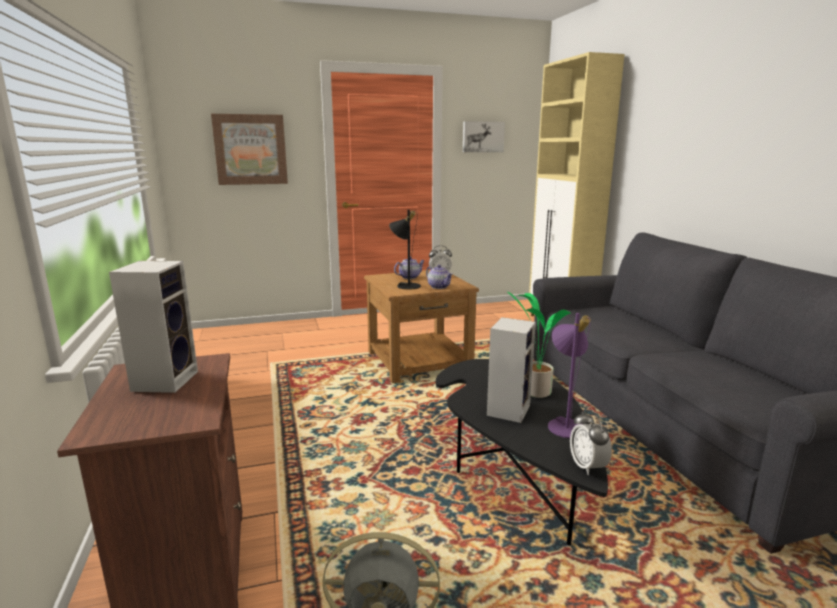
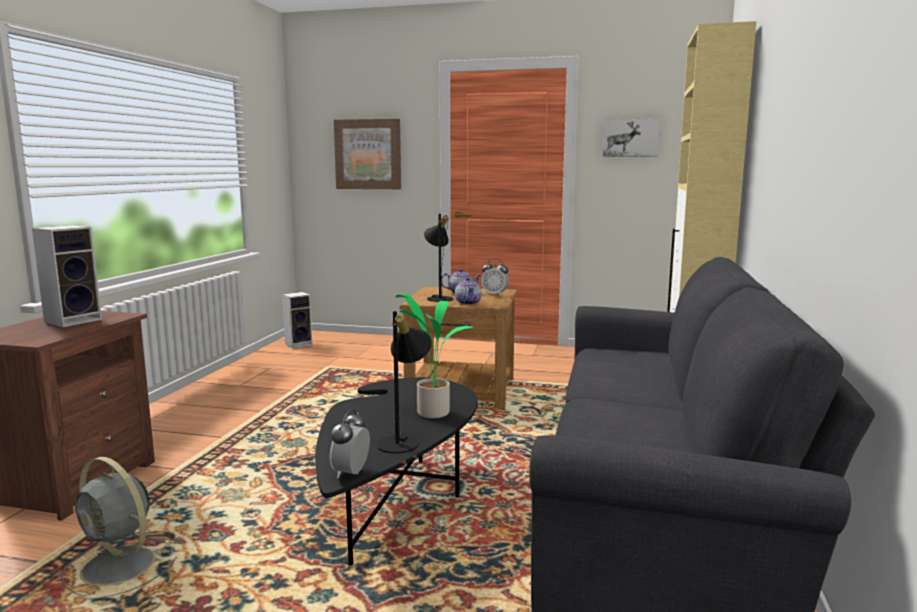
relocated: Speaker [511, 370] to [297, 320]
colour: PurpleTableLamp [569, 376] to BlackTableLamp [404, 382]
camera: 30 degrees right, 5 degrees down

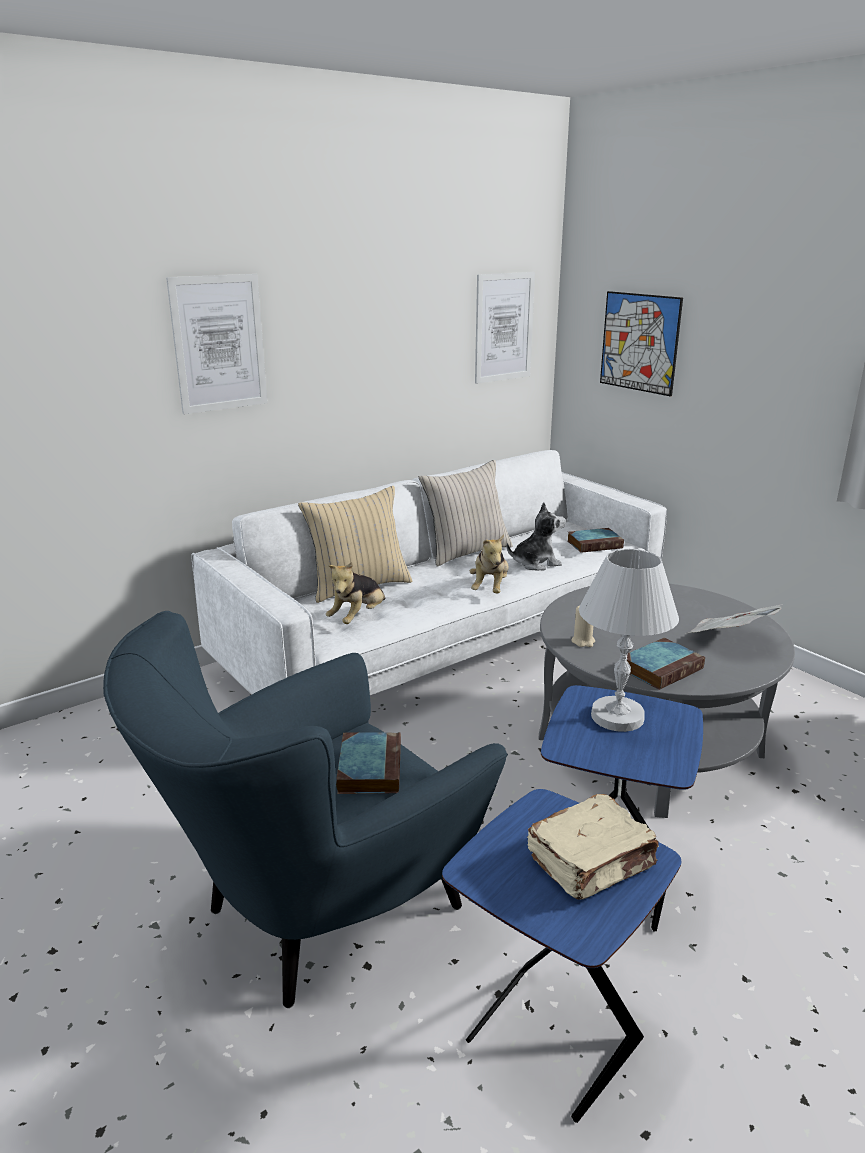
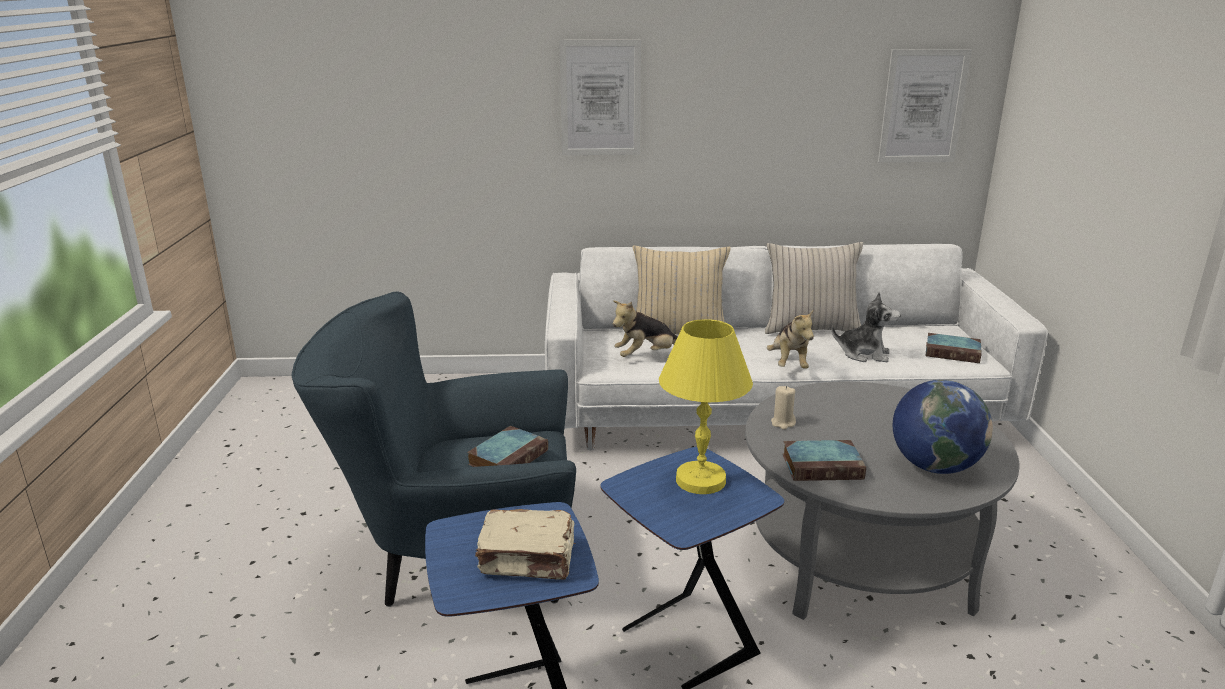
missing: Picture [641, 344]
exchanged: Newspaper [735, 618] to Globe [943, 427]
colour: WhiteTableLamp [629, 640] to YellowTableLamp [706, 406]
spun: PlushToy [489, 564] = [790, 339] 45 degrees counterclockwise
camera: 35 degrees right, 0 degrees up

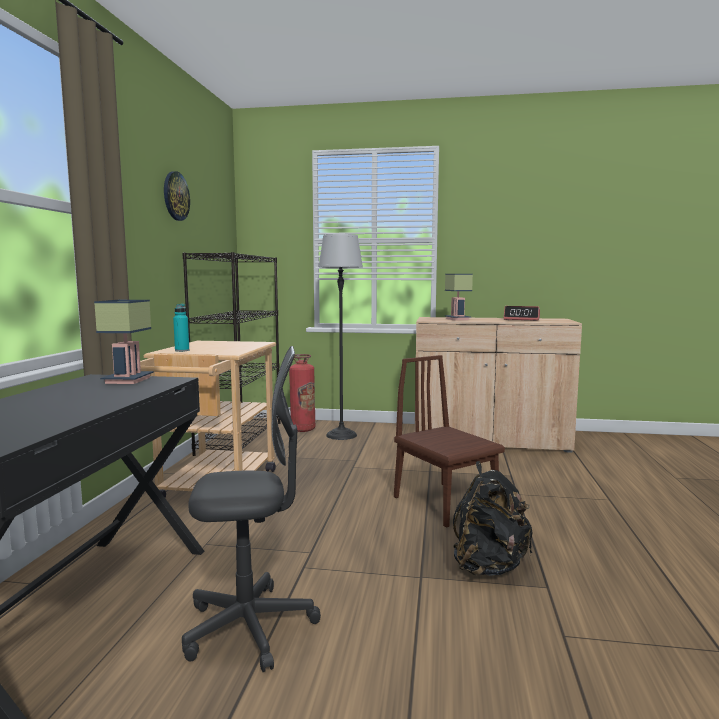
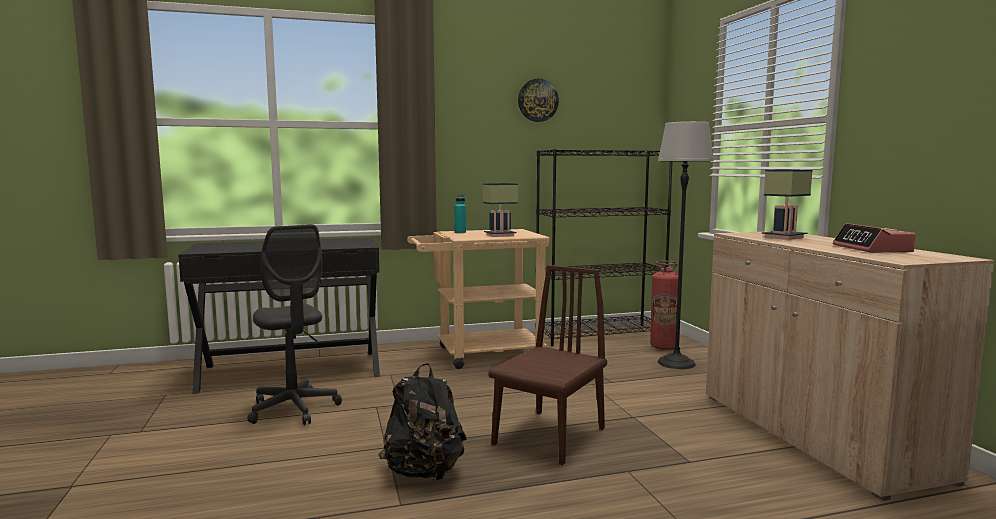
relocated: TableLamp [124, 342] to [500, 210]
camera: 65 degrees right, 0 degrees up

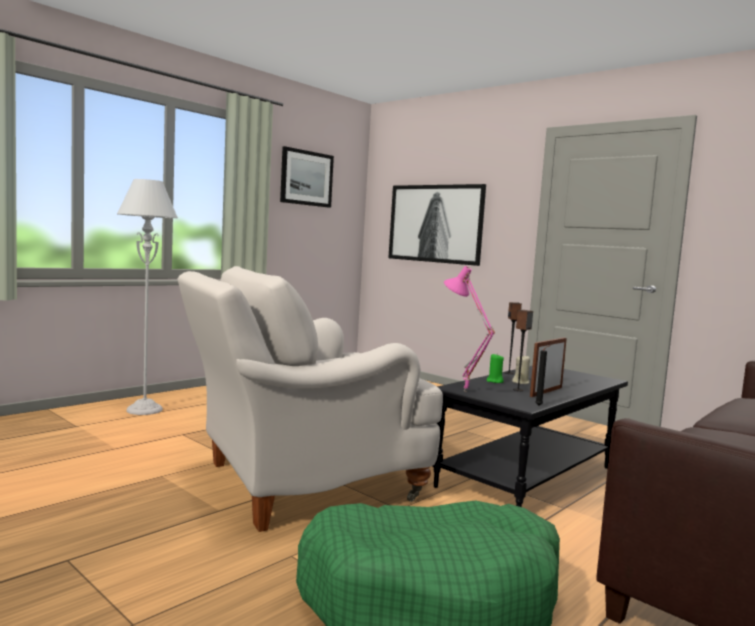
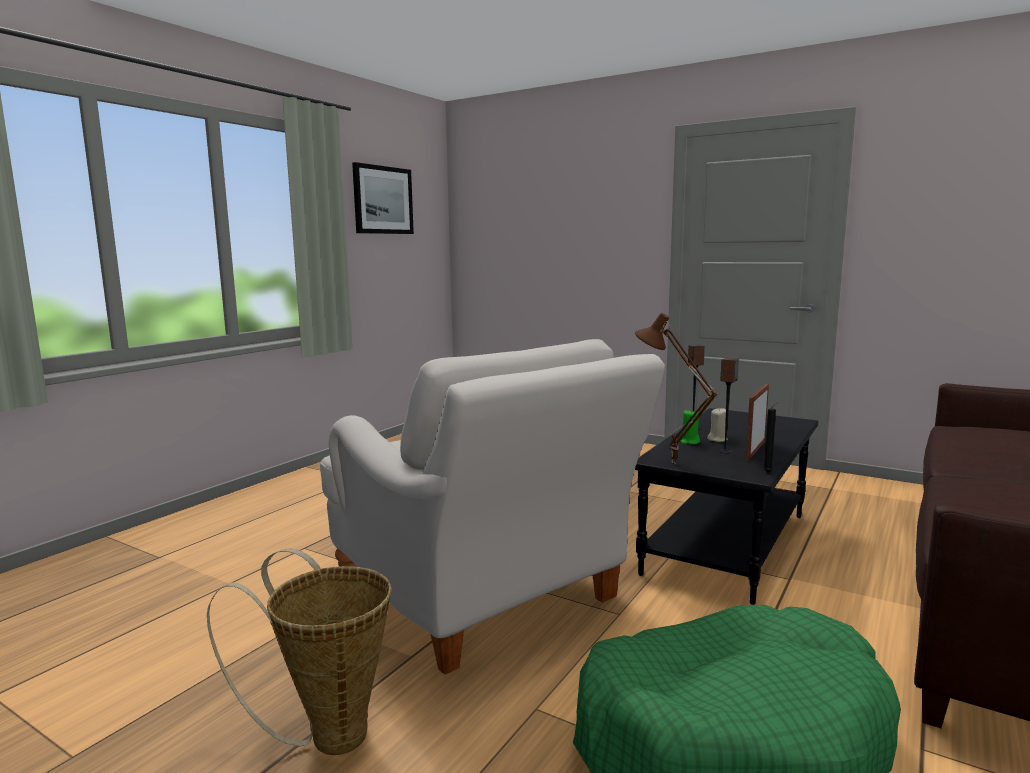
missing: GreyFloorLamp [147, 297]; Picture [437, 225]
appeared: Basket [299, 651]
colour: PinkTableLamp [469, 329] to BrownTableLamp [676, 388]
spun: WhiteArmchair [310, 399] = [492, 507] 90 degrees counterclockwise
camera: 10 degrees left, 5 degrees up

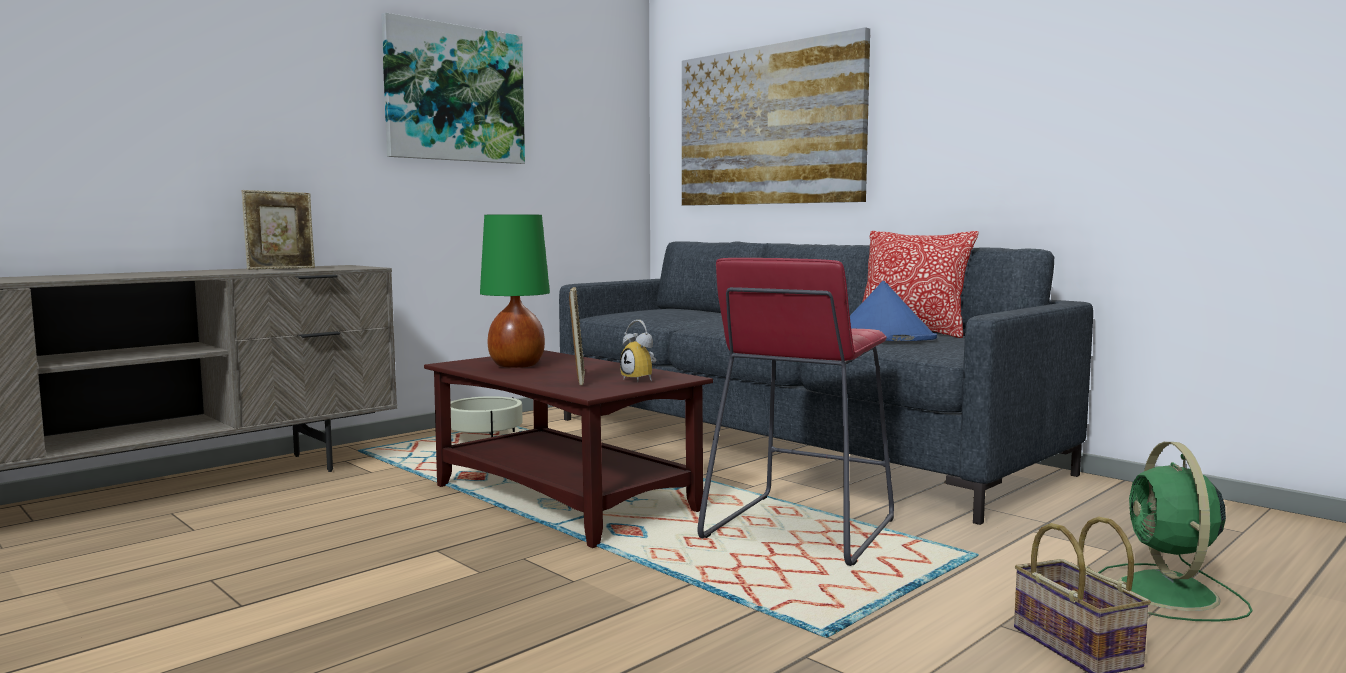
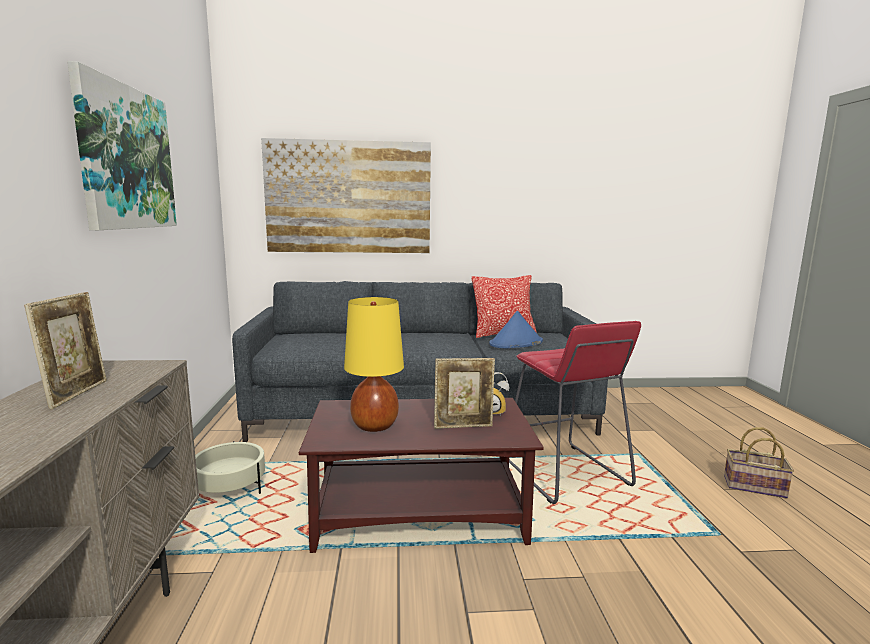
missing: GreenFan [1175, 531]
colour: GreenTableLamp [515, 291] to YellowTableLamp [374, 364]
spun: PictureFrame [577, 336] = [464, 393] 135 degrees clockwise
camera: 50 degrees left, 5 degrees up

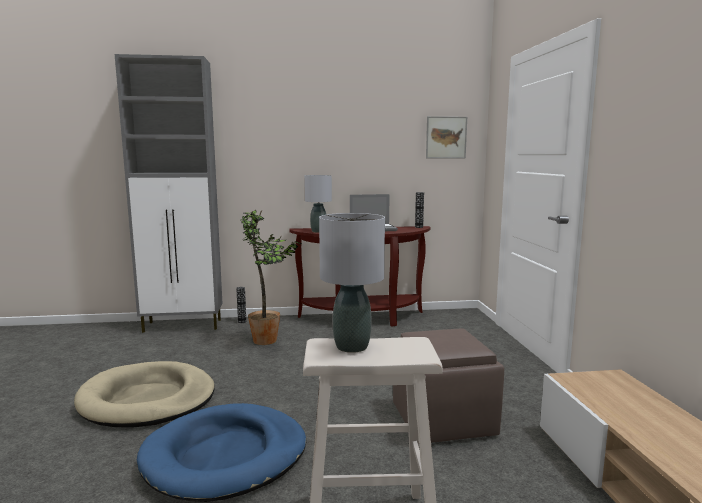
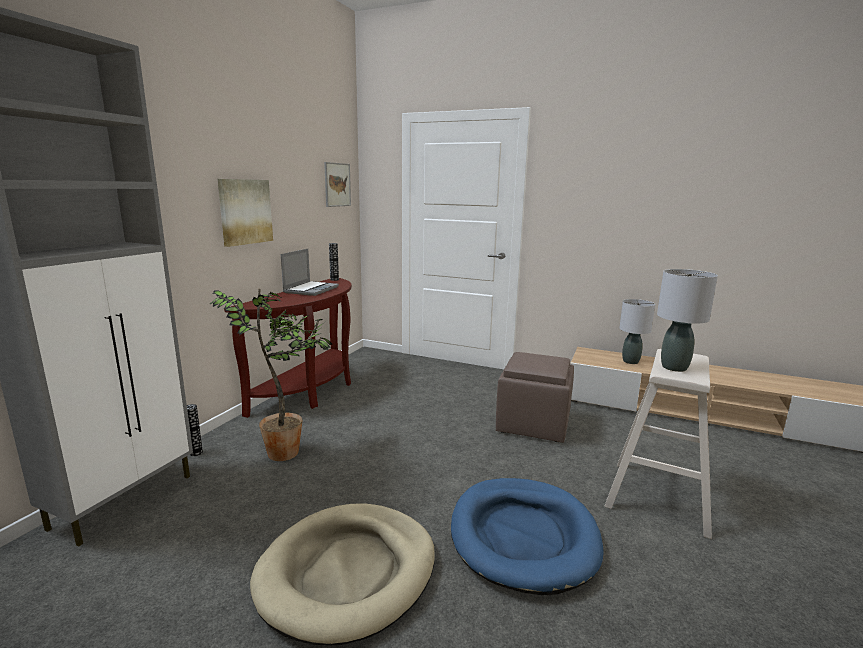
appeared: Picture [245, 213]
relocated: GreyTableLamp [318, 204] to [637, 331]
camera: 60 degrees left, 5 degrees up

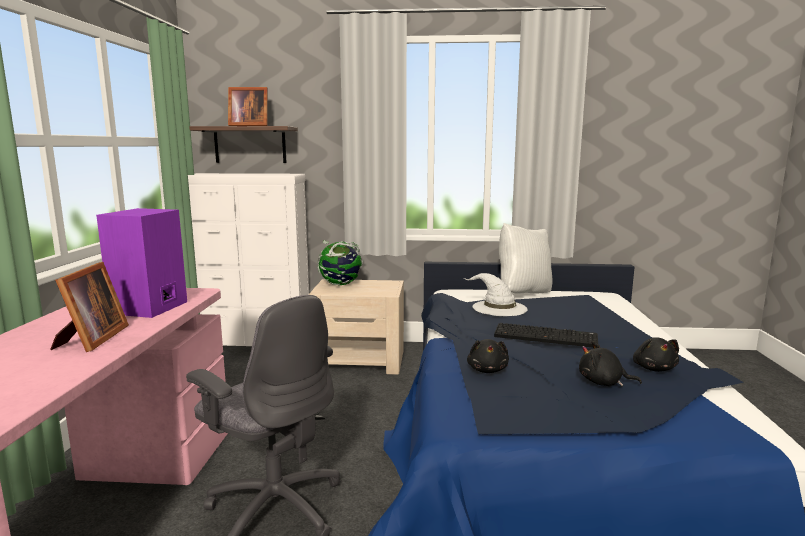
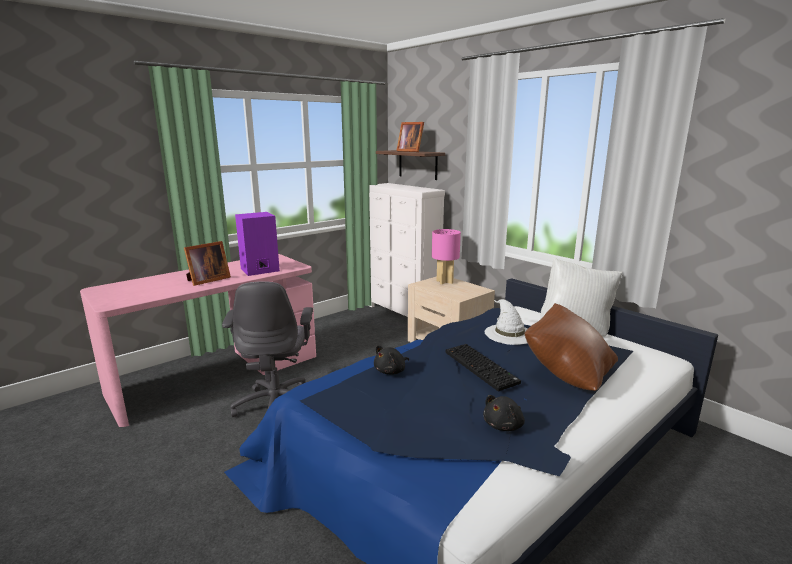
missing: BlackPlushToy [610, 364]
appeared: BrownPillow [571, 347]
exchanged: Globe [340, 262] to PinkTableLamp [446, 257]
camera: 45 degrees right, 5 degrees up

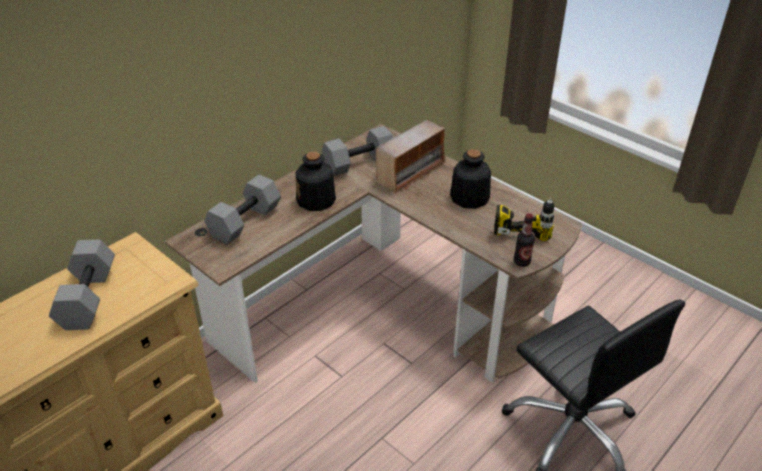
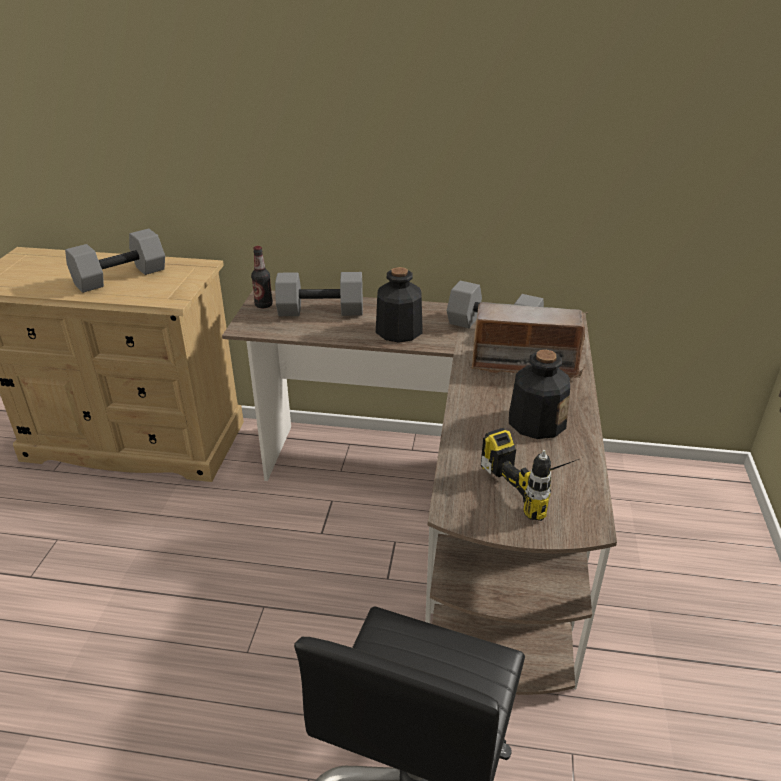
relocated: Bottle [524, 240] to [262, 277]
camera: 55 degrees right, 5 degrees down

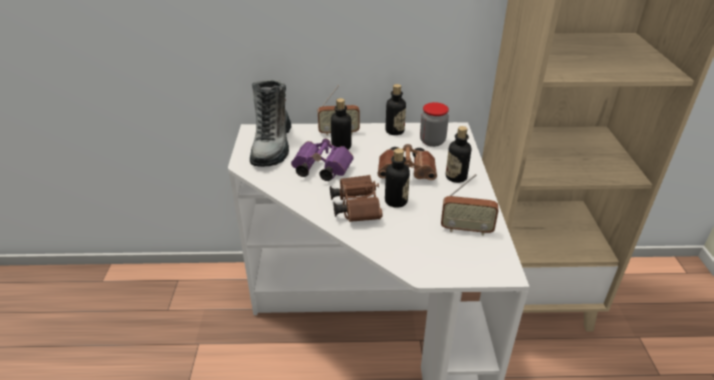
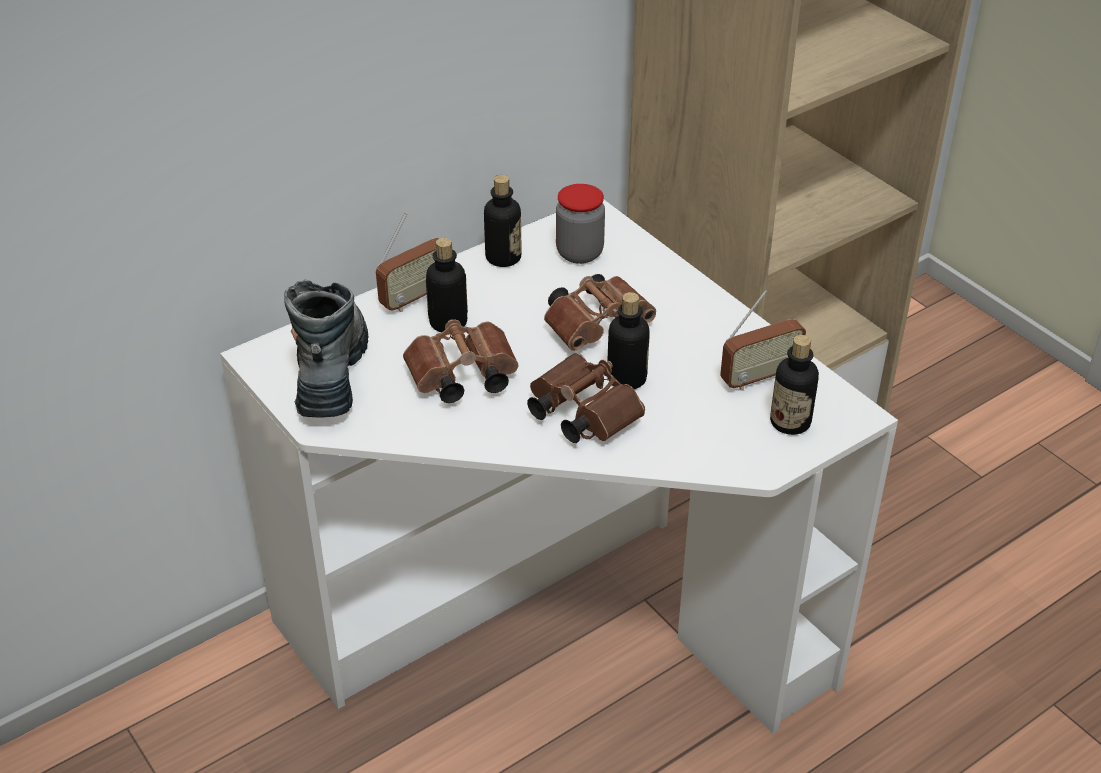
relocated: Bottle [458, 154] to [794, 385]
colour: PurpleBinoculars [322, 160] to BrownBinoculars [461, 361]
spun: Boot [271, 123] = [326, 348] 150 degrees counterclockwise
camera: 35 degrees left, 5 degrees up

